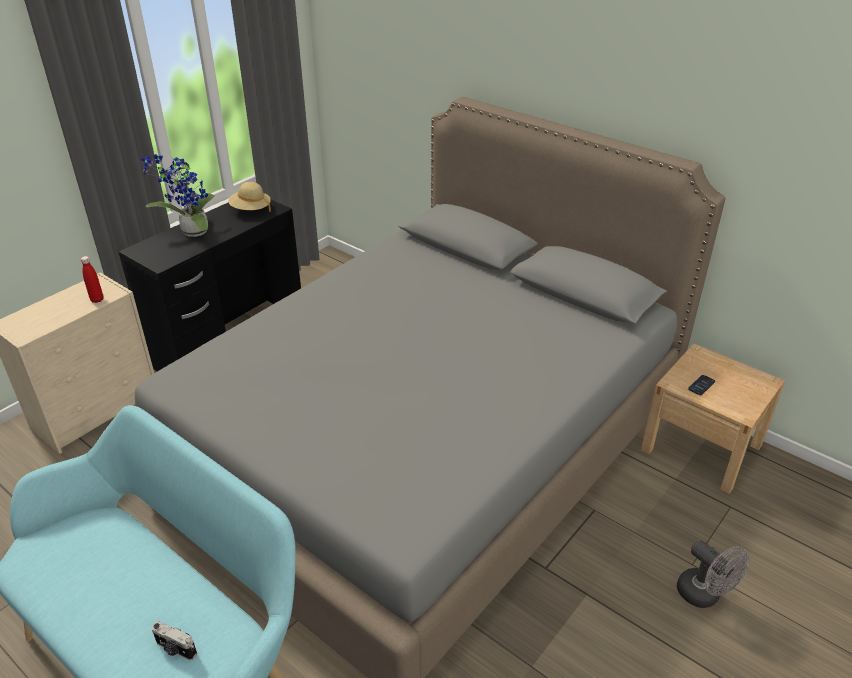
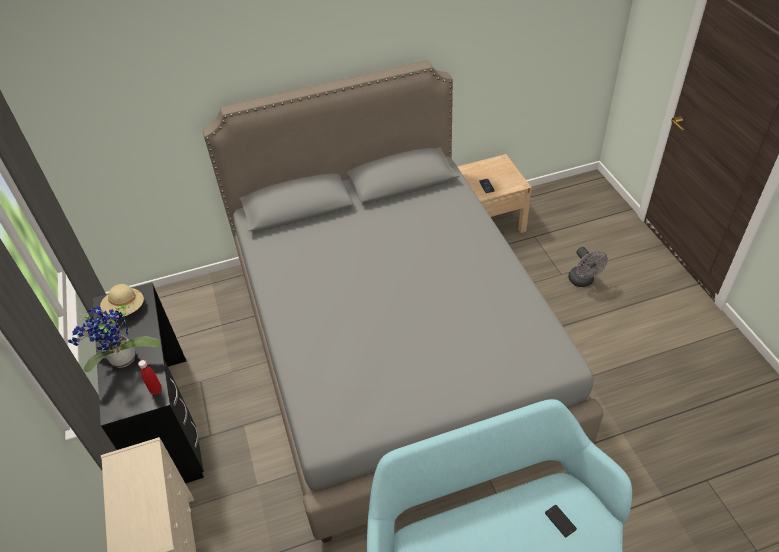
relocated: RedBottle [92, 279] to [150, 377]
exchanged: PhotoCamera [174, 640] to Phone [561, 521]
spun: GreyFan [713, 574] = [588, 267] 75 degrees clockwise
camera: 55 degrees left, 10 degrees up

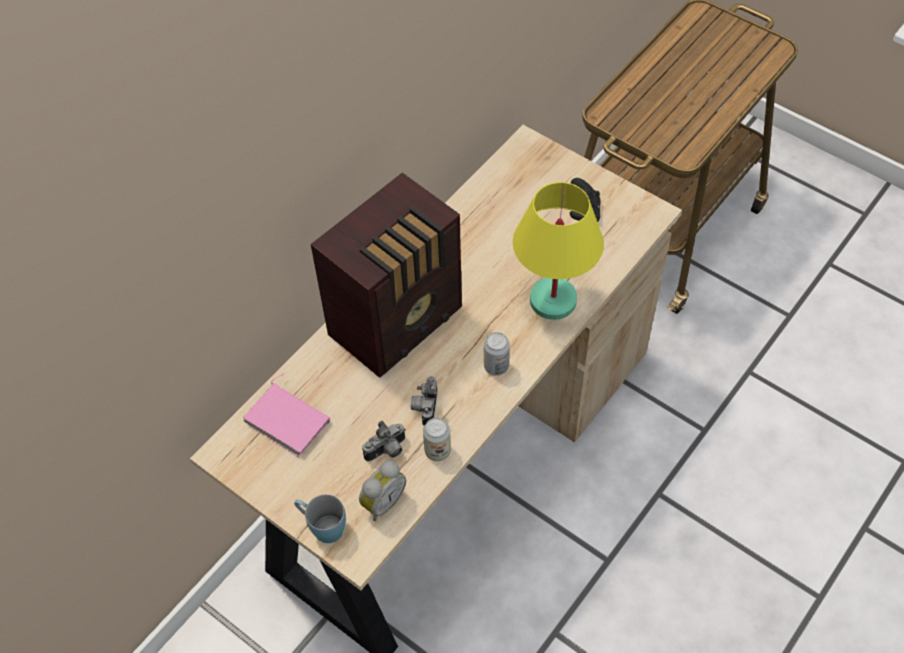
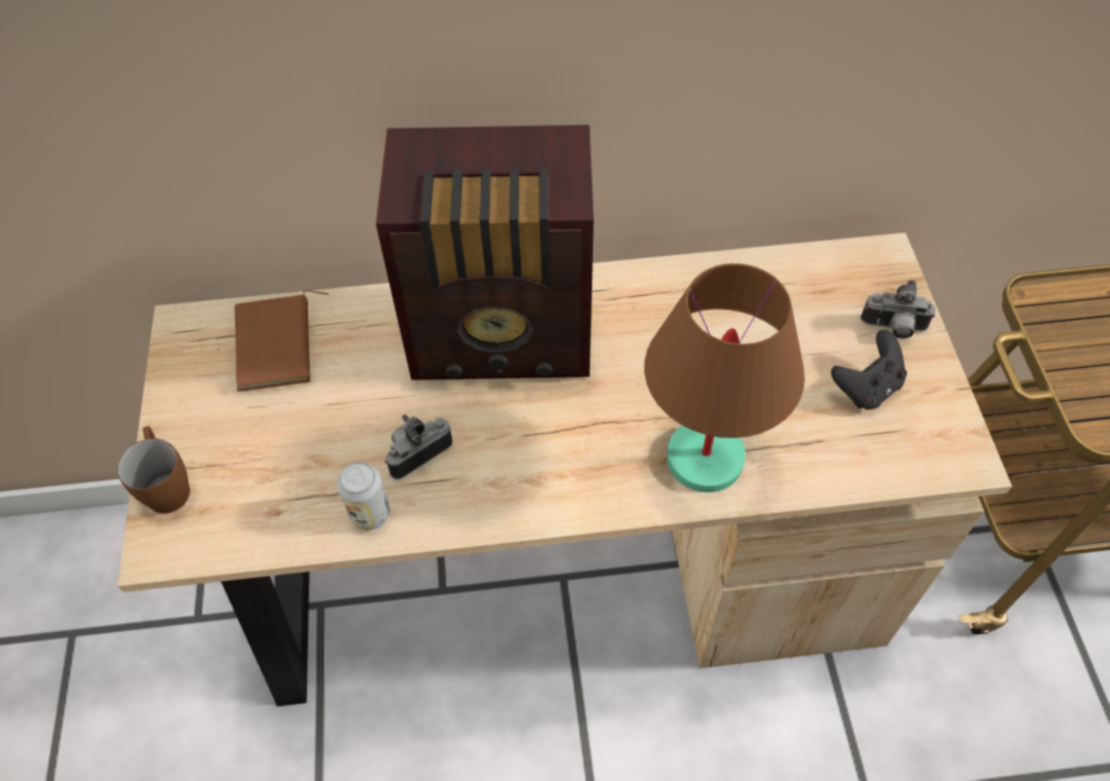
missing: AlarmClock [382, 491]; Can [497, 354]
relocated: PhotoCamera [384, 441] to [898, 309]
colour: BlueMug [320, 518] to BrownMug [153, 470]; PinkBook [286, 414] to BrownBook [282, 341]; YellowTableLamp [558, 251] to BrownTableLamp [724, 377]
camera: 45 degrees right, 0 degrees up

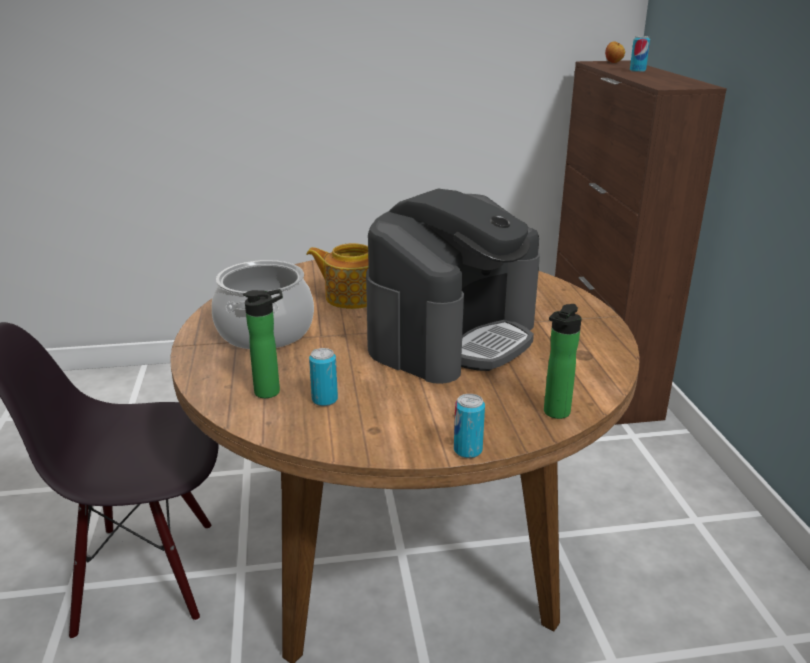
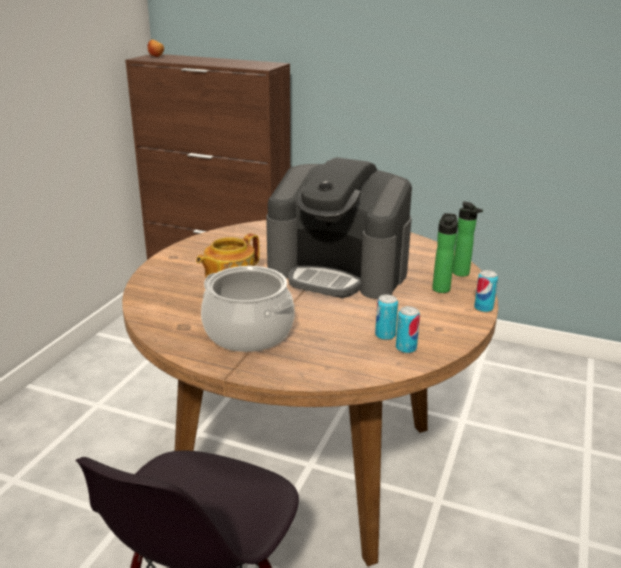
relocated: Can [640, 54] to [408, 329]; Bottle [263, 343] to [445, 253]
spun: CoffeeMachine [453, 286] = [339, 228] 135 degrees clockwise
camera: 60 degrees left, 0 degrees up

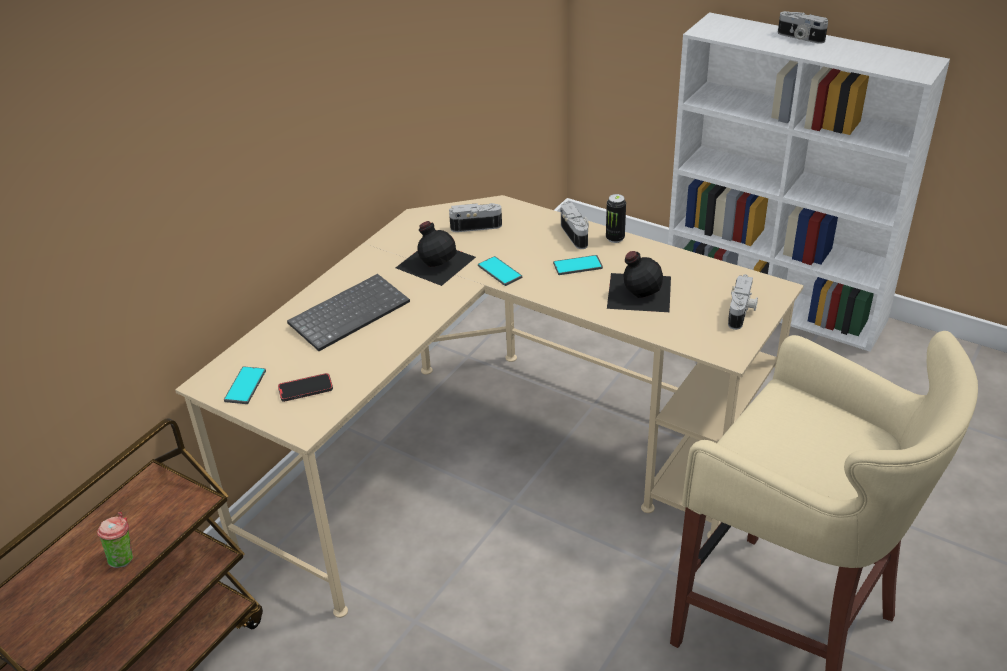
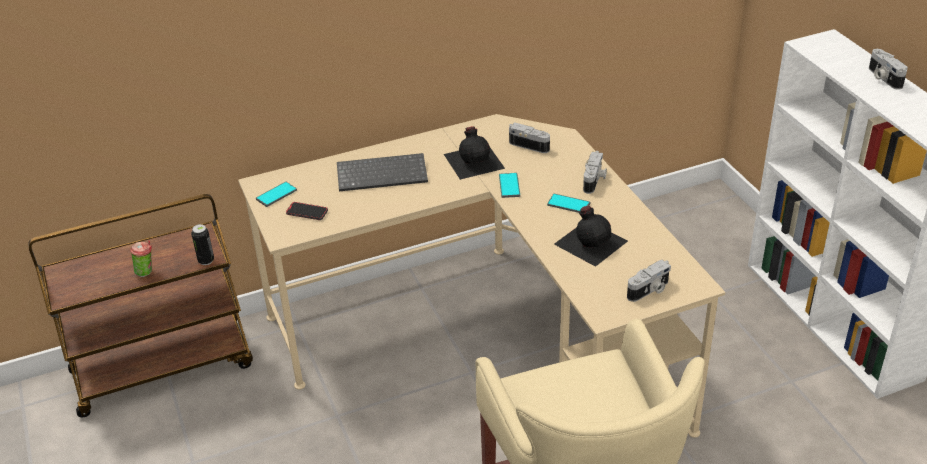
relocated: Can [616, 218] to [202, 244]
camera: 35 degrees right, 0 degrees up

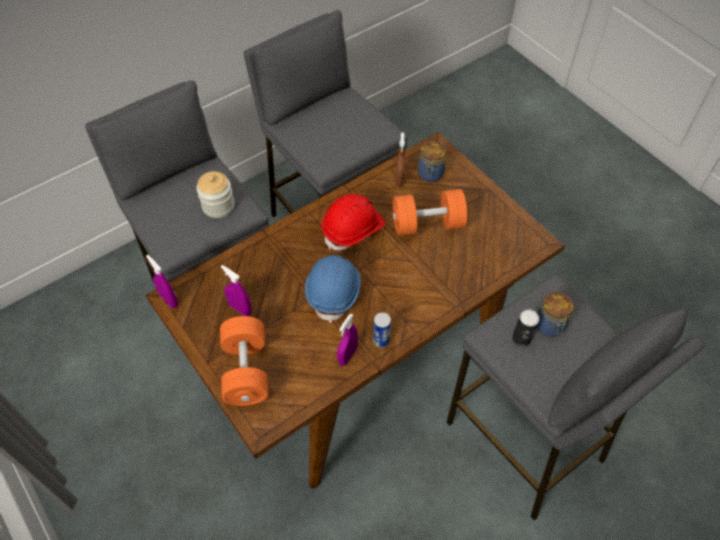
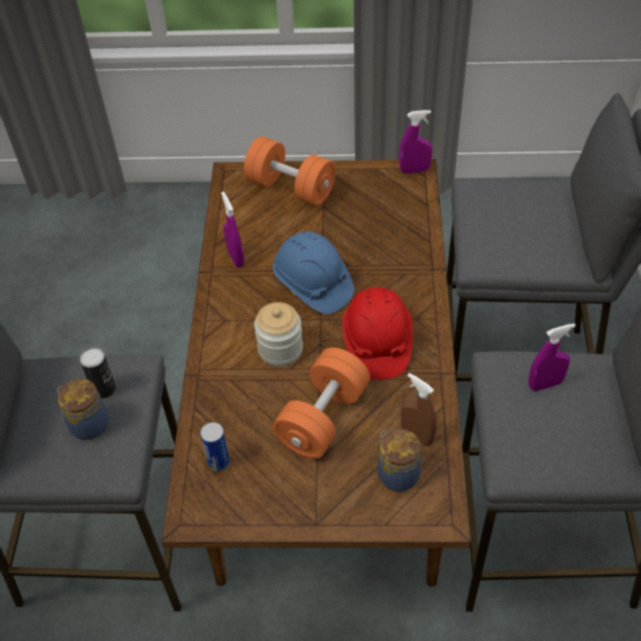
relocated: Can [382, 330] to [215, 446]; Jar [216, 194] to [278, 334]; PurpleSprayBottle [236, 290] to [552, 357]
camera: 130 degrees right, 5 degrees down

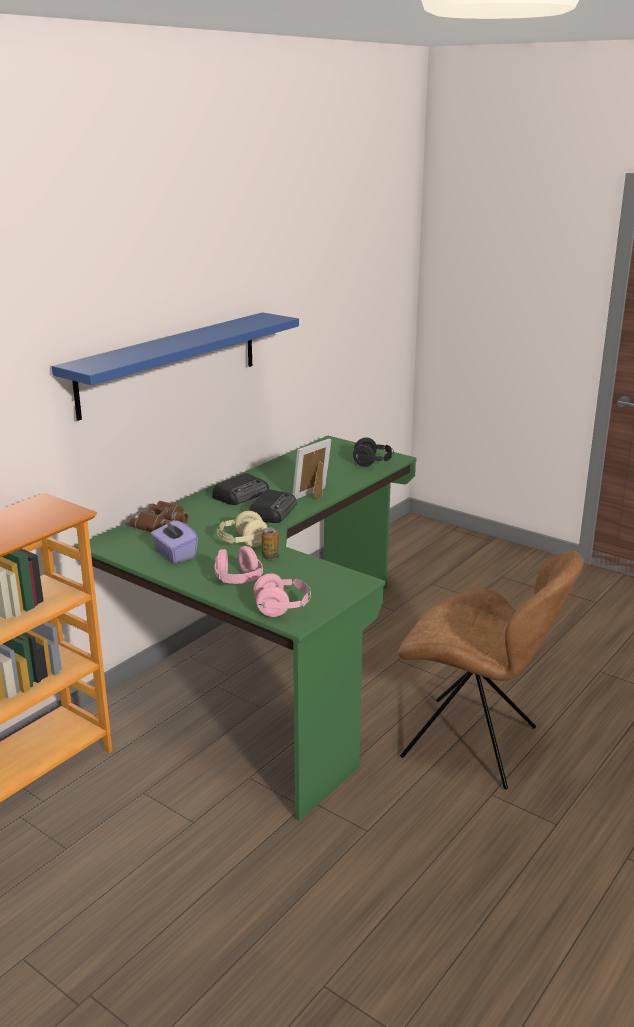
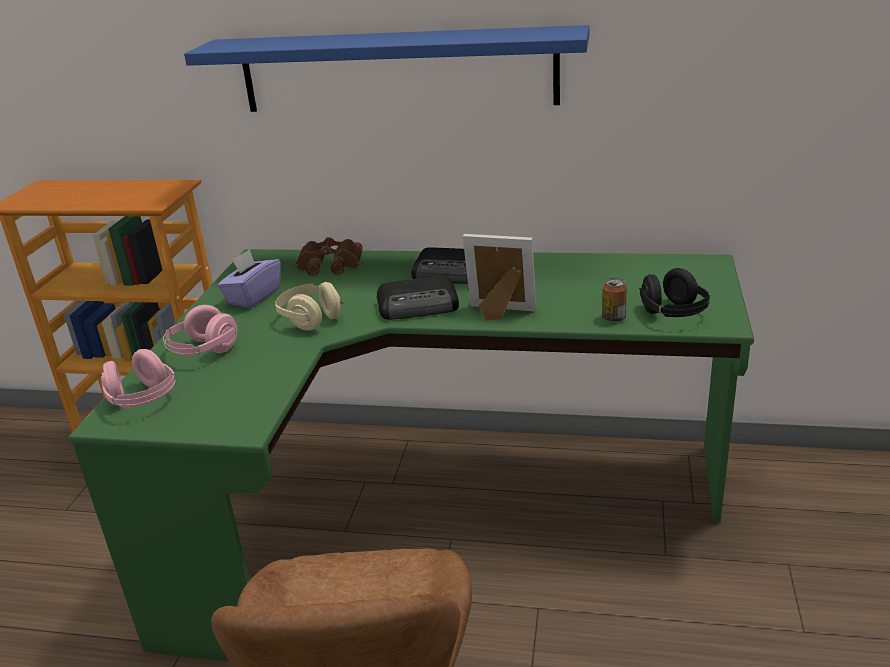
relocated: Can [270, 543] to [614, 300]
camera: 65 degrees right, 5 degrees up

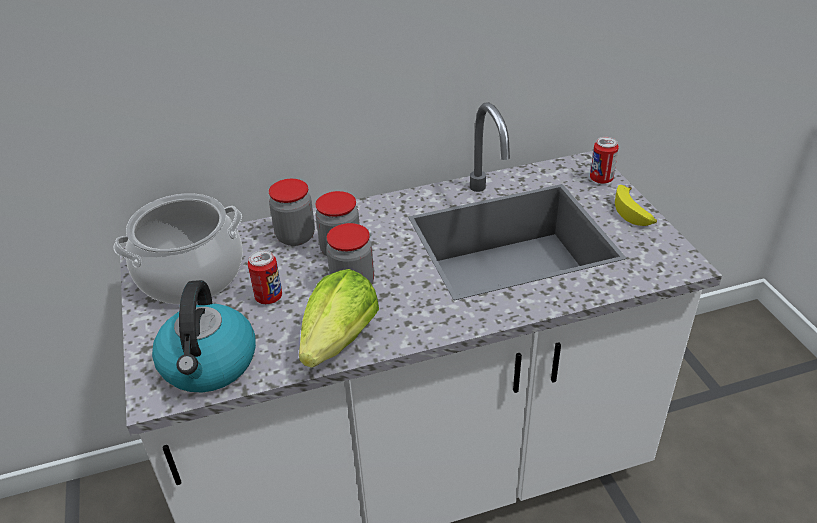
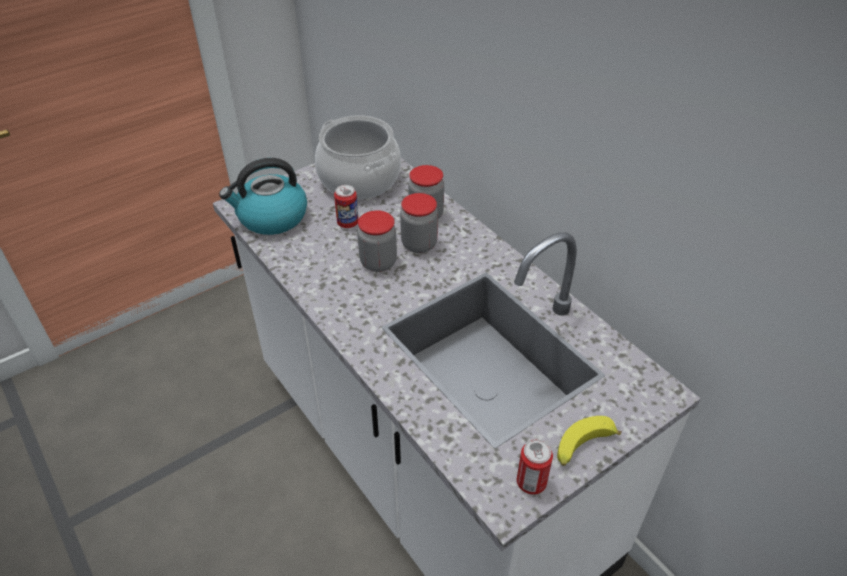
missing: Lettuce [339, 318]
relocated: Can [604, 160] to [535, 467]
camera: 70 degrees right, 5 degrees up

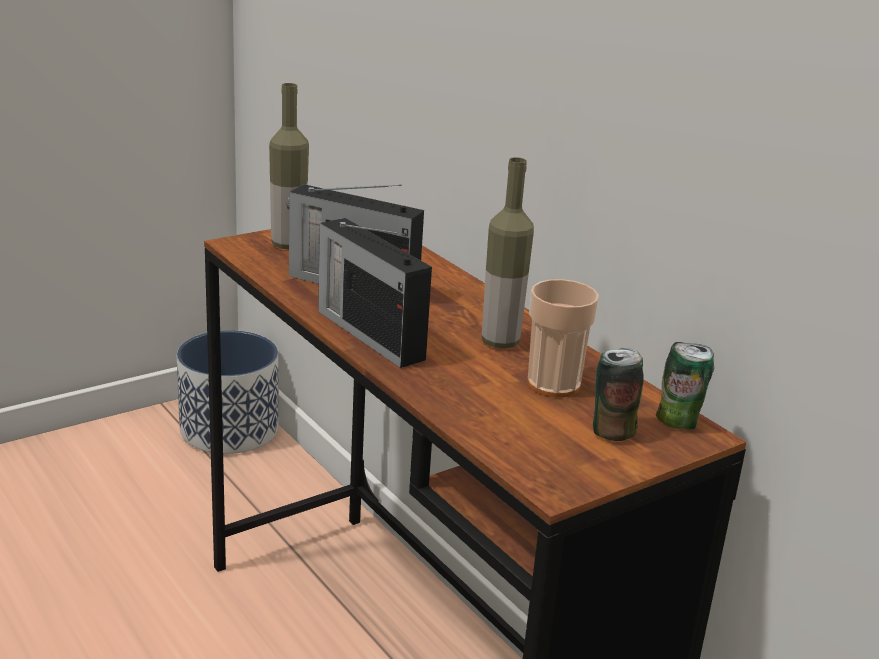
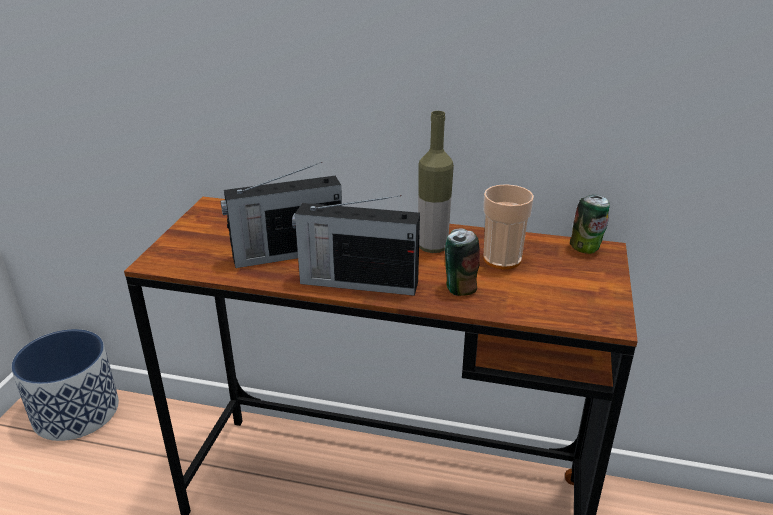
missing: Bottle [289, 166]
relocated: Can [618, 394] to [462, 262]
camera: 40 degrees left, 5 degrees up

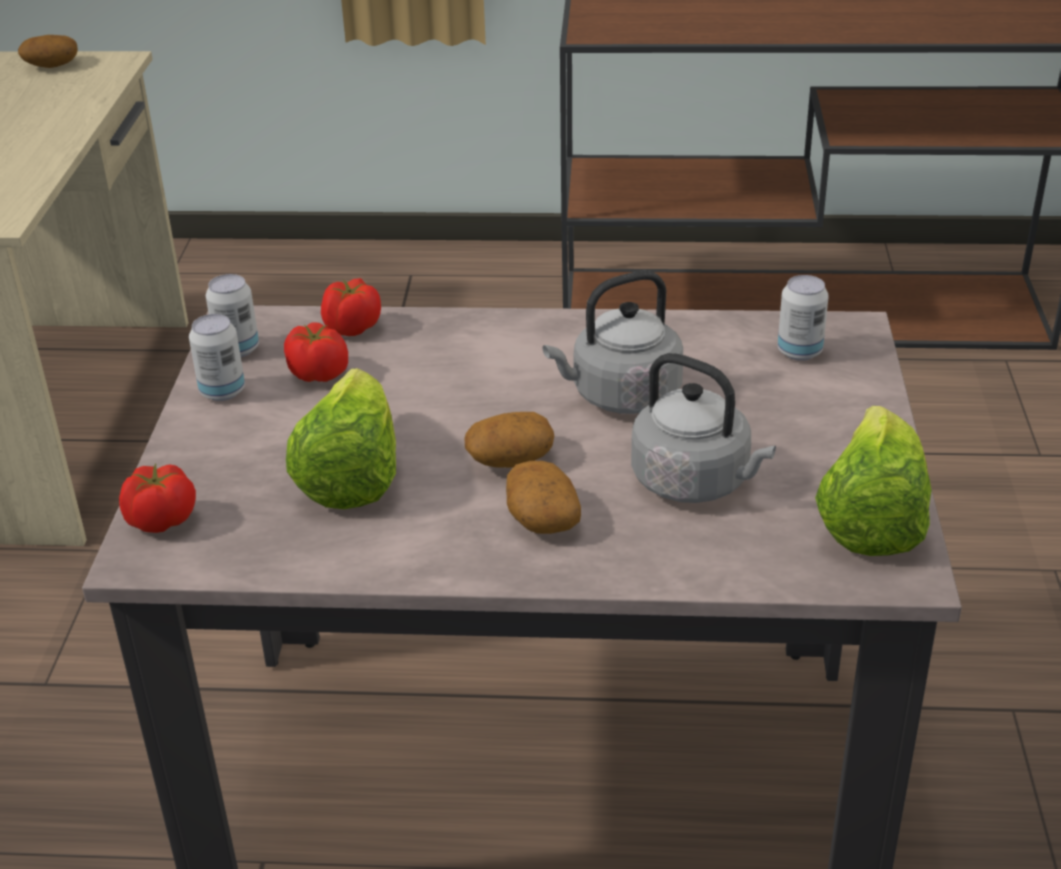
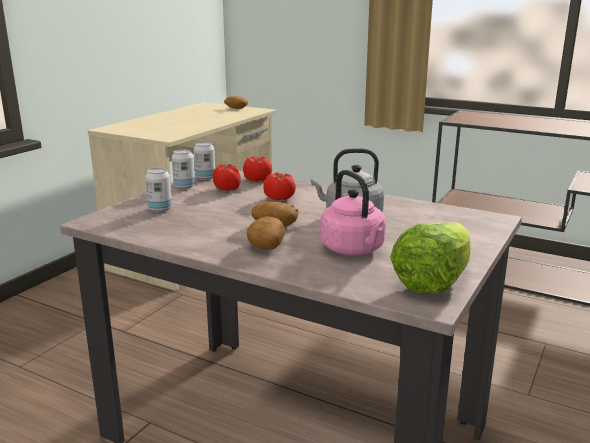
missing: Lettuce [341, 438]
relocated: Can [803, 318] to [158, 190]; Tomato [157, 498] to [279, 186]
colour: GreyKettle [703, 428] to PinkKettle [353, 212]
camera: 25 degrees right, 15 degrees down

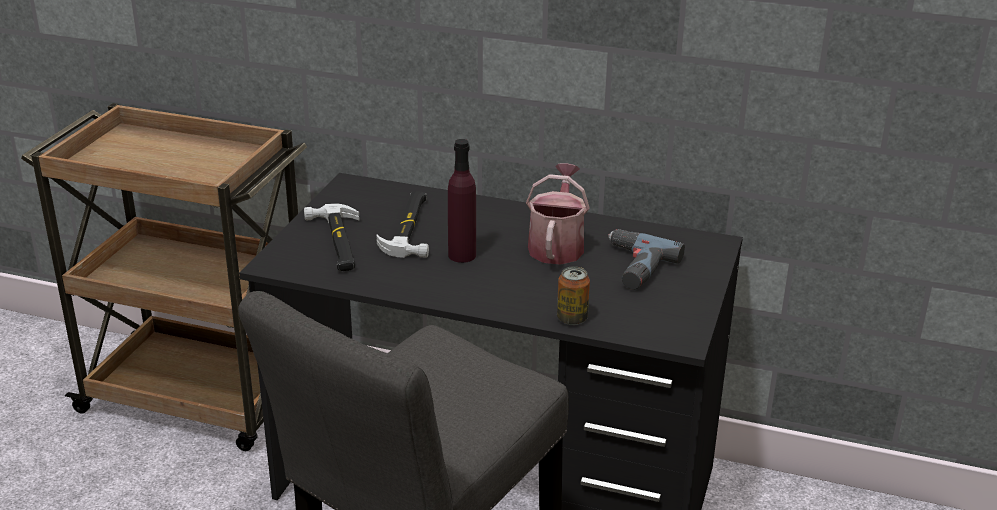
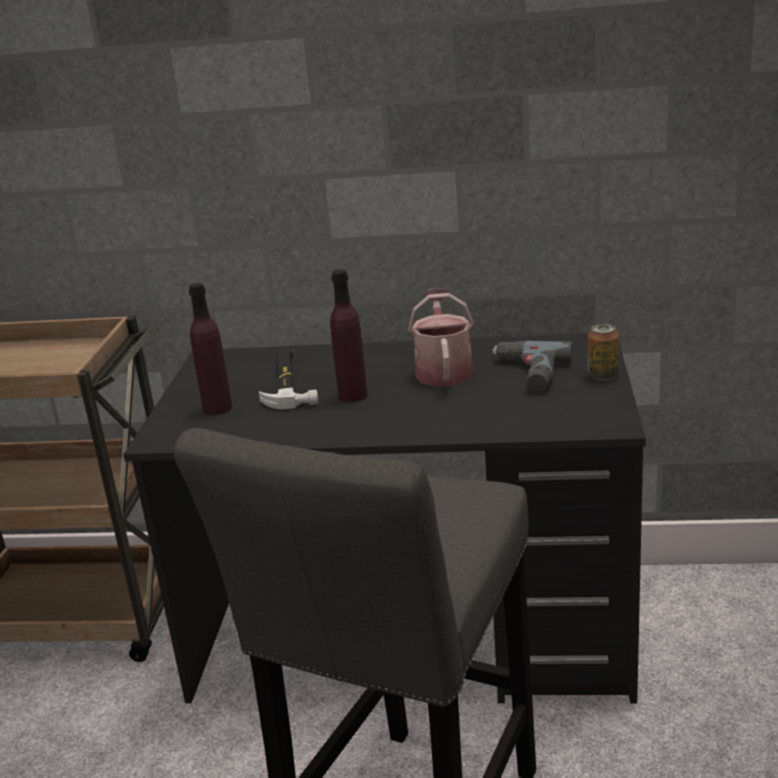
relocated: Can [573, 295] to [603, 352]
exchanged: Hammer [332, 237] to PurpleBottle [210, 349]
camera: 10 degrees left, 5 degrees down

